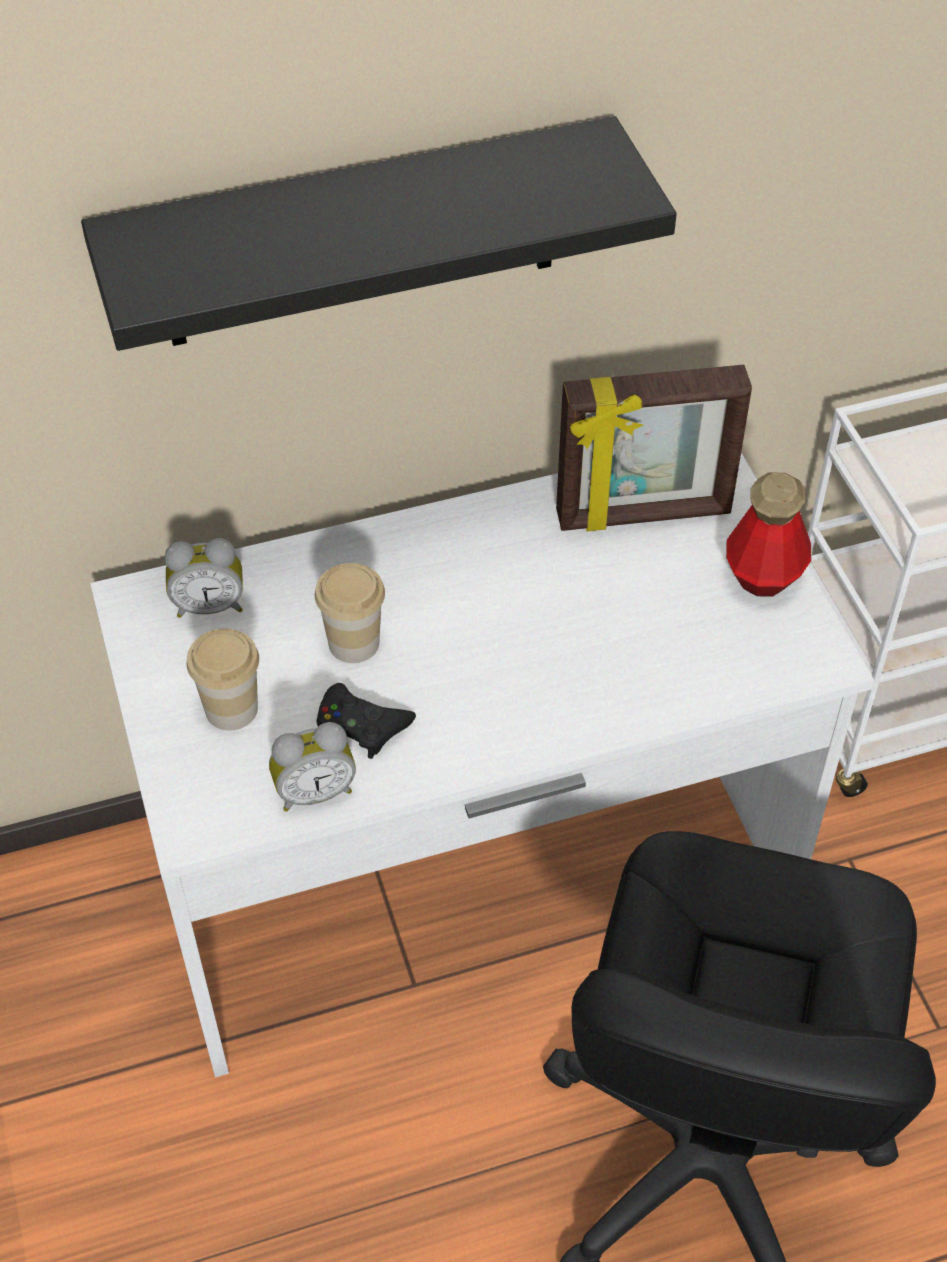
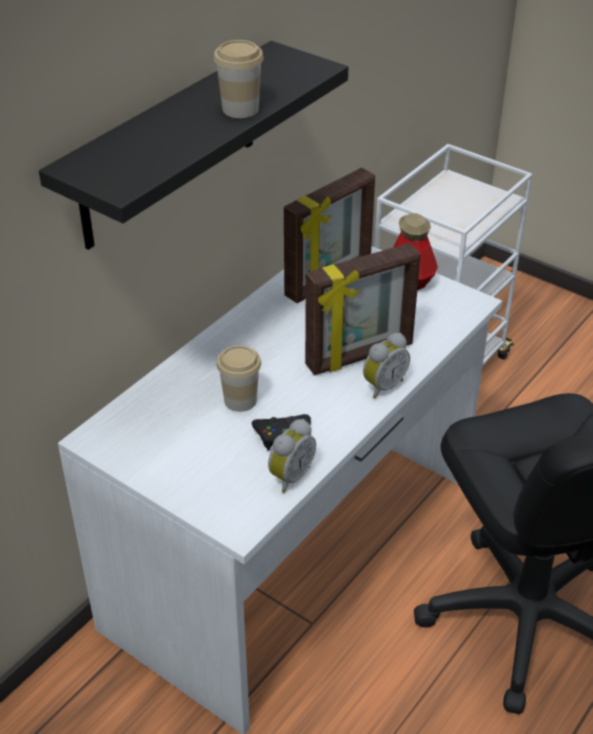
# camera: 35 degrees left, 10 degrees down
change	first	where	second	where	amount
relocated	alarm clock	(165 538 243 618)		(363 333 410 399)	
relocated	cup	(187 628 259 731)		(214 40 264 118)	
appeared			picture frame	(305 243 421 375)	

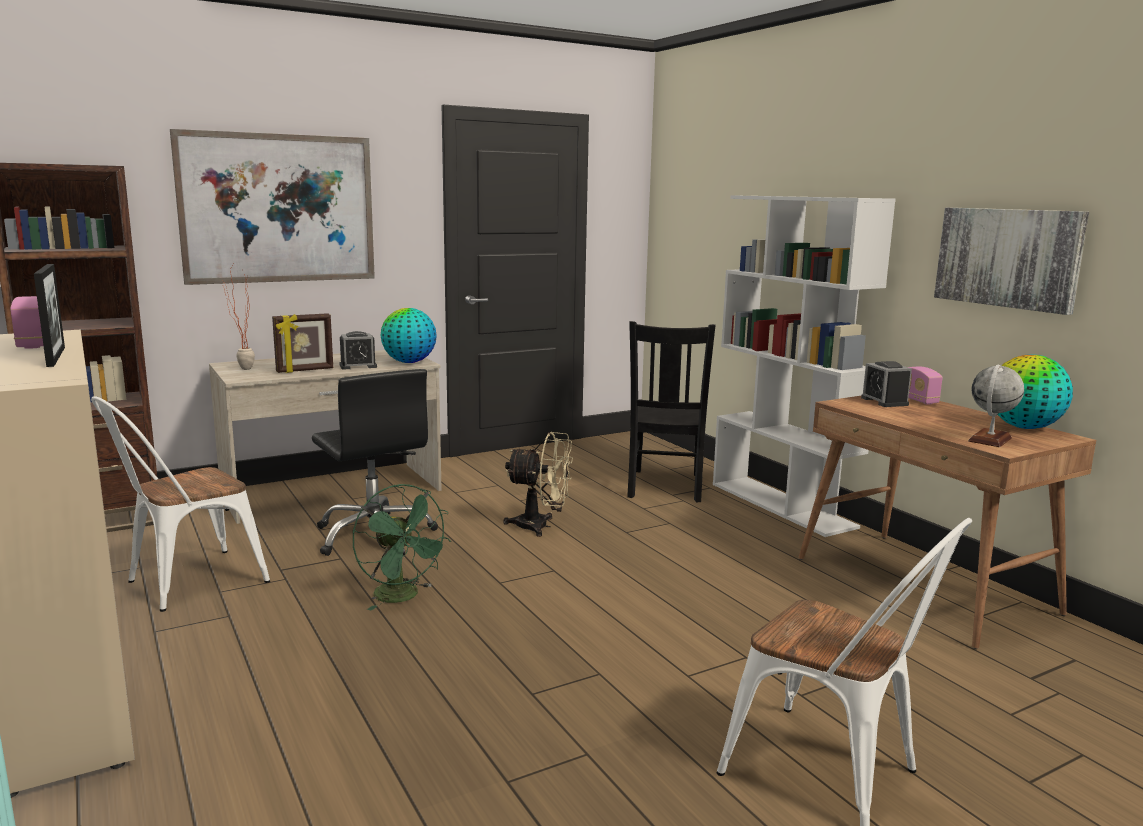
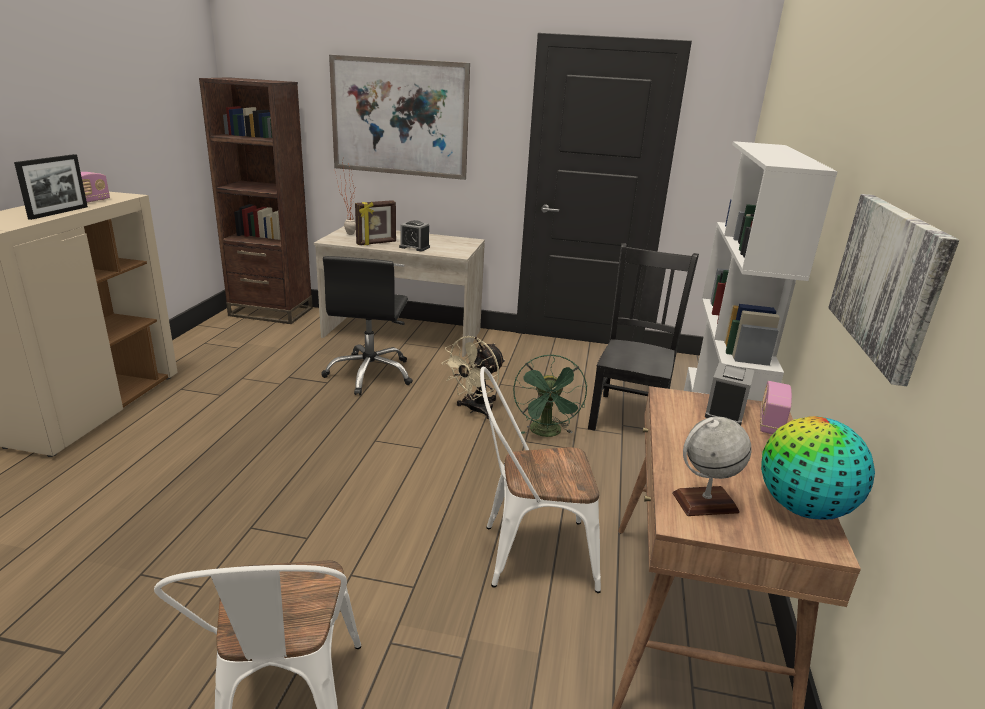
# camera: 40 degrees right, 10 degrees up
change	first	where	second	where	amount
missing	globe	(381 308 437 363)			
spun	picture frame	(272 313 333 373)		(355 200 396 245)	45 degrees counterclockwise
spun	black chair	(627 321 716 502)		(588 243 699 431)	150 degrees clockwise
relocated	white chair	(91 396 270 612)		(480 367 601 593)	
spun	beige fan	(503 432 573 537)		(441 336 505 419)	75 degrees clockwise
relocated	green fan	(353 484 451 610)		(513 354 587 437)	

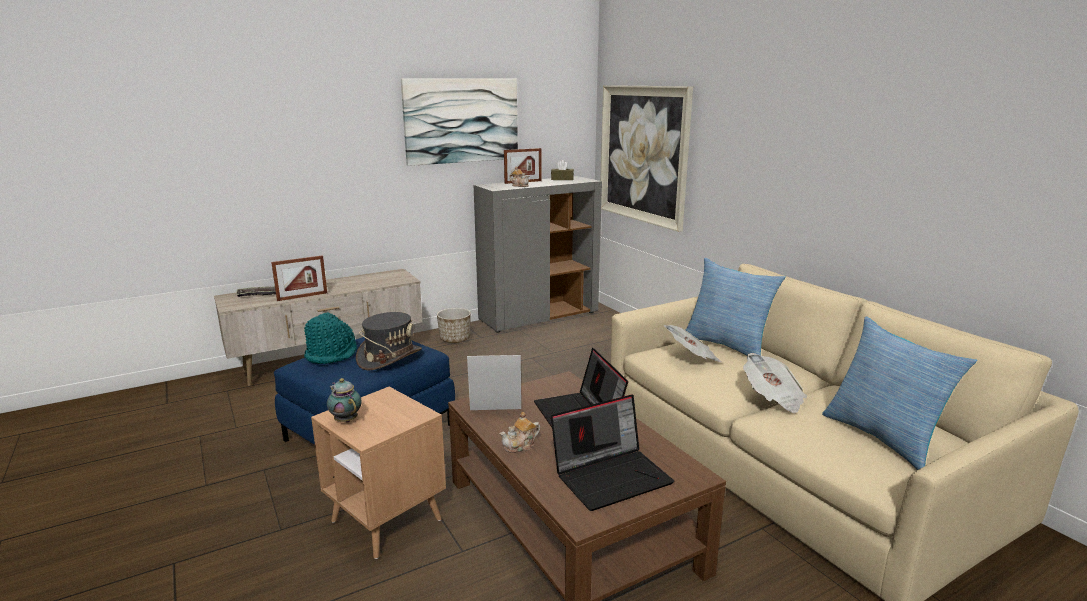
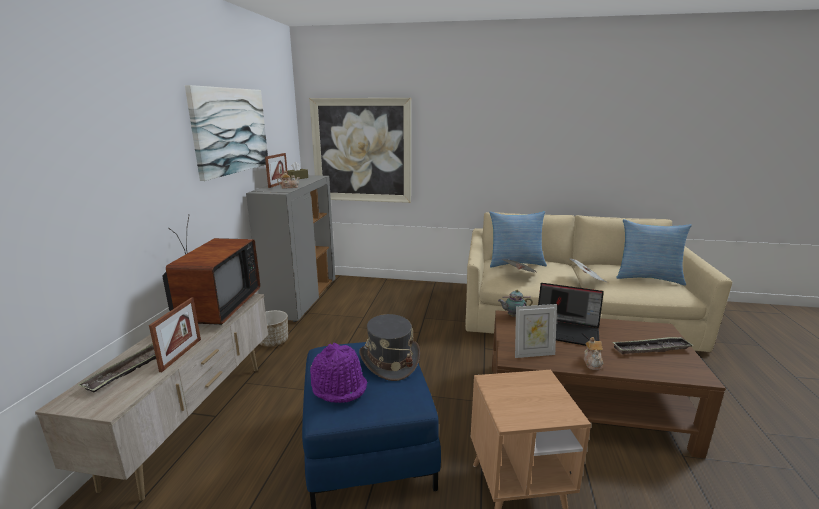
# camera: 50 degrees left, 0 degrees up
change	first	where	second	where	amount
colour	turquoise hat	(304 312 357 364)	purple hat	(310 343 367 403)	
spun	picture frame	(467 355 521 410)		(515 304 557 358)	135 degrees counterclockwise
relocated	teapot	(327 378 362 423)		(498 290 533 317)	
exchanged	laptop	(551 394 674 511)	tray	(613 337 694 354)	
appeared			television	(162 214 260 325)	

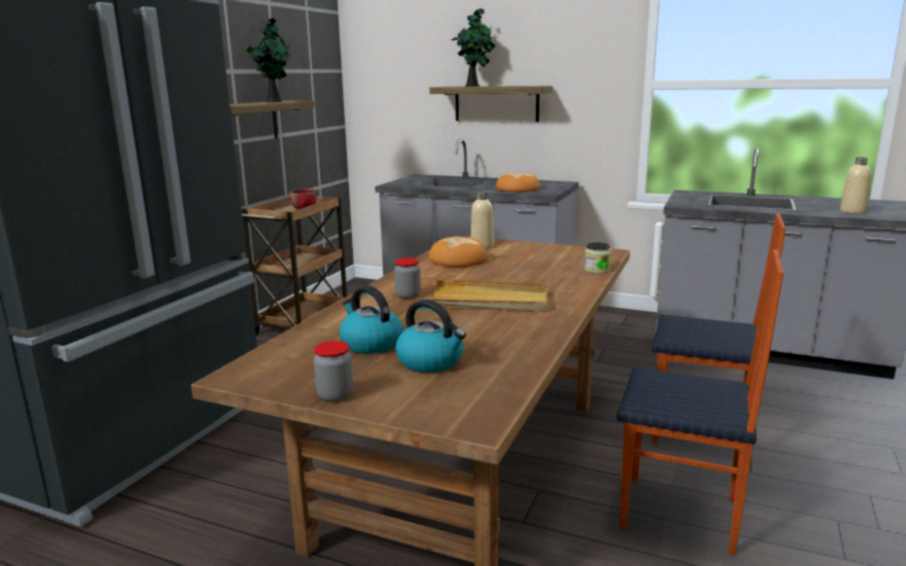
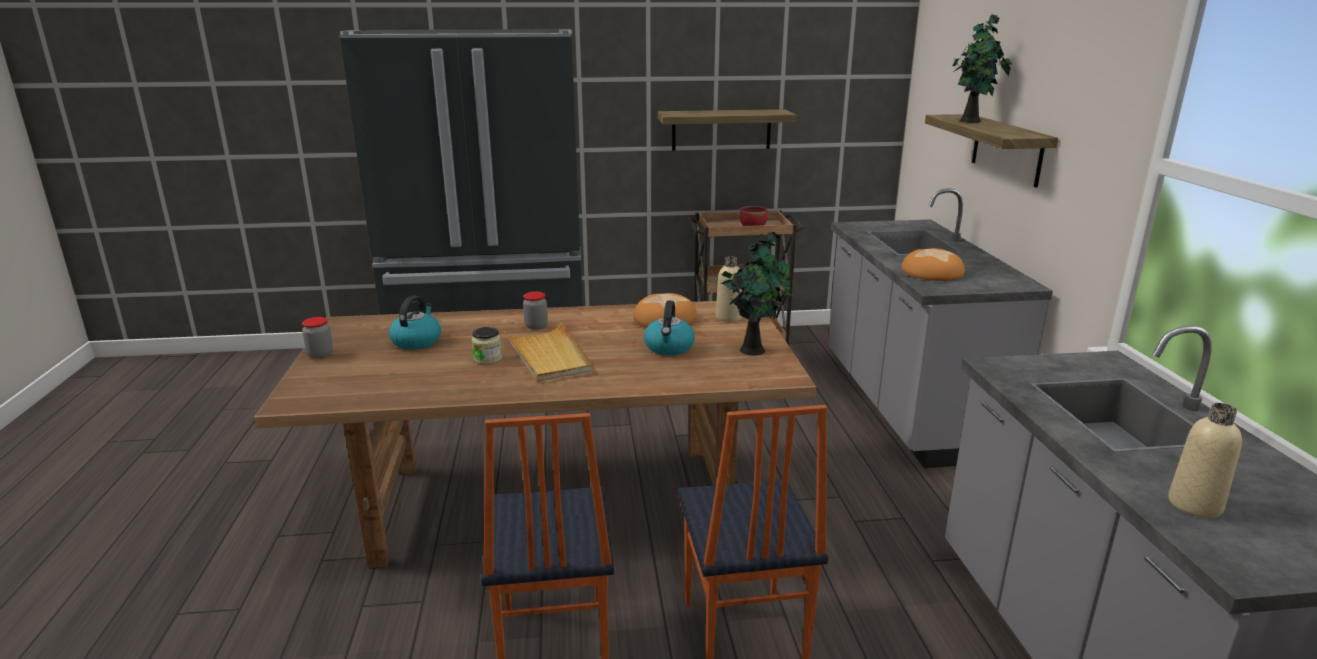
# camera: 60 degrees right, 5 degrees up
change	first	where	second	where	amount
relocated	potted plant	(246 18 291 102)		(721 232 793 356)	
relocated	jar	(584 242 611 274)		(472 327 502 364)	
relocated	kettle	(396 300 466 372)		(644 301 695 355)	

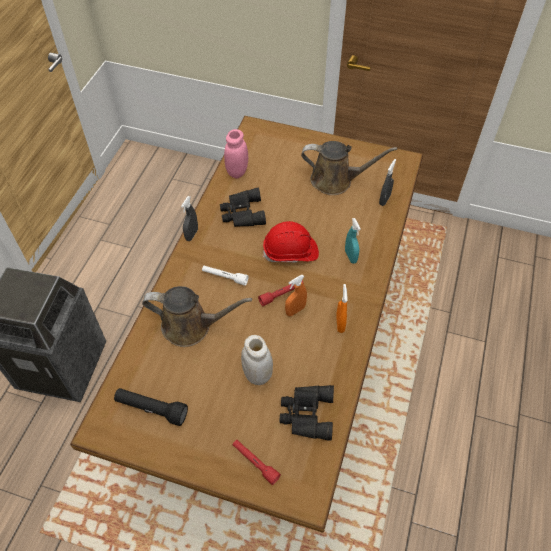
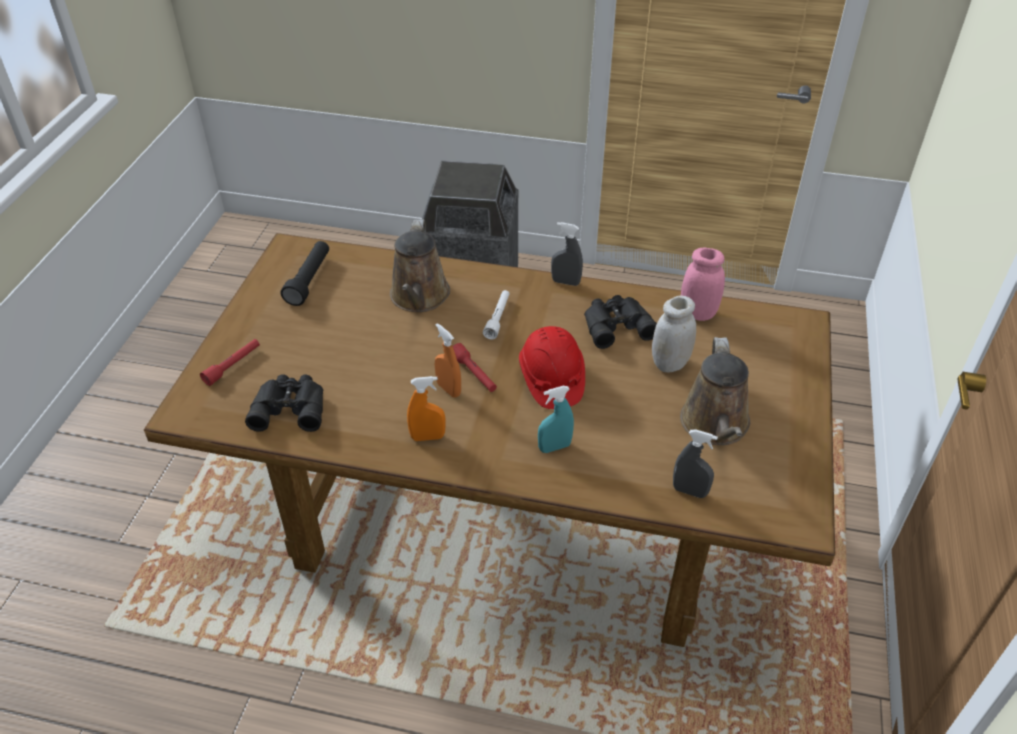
# camera: 85 degrees right, 10 degrees down
change	first	where	second	where	amount
relocated	white jar	(241 335 273 385)		(652 296 696 373)	

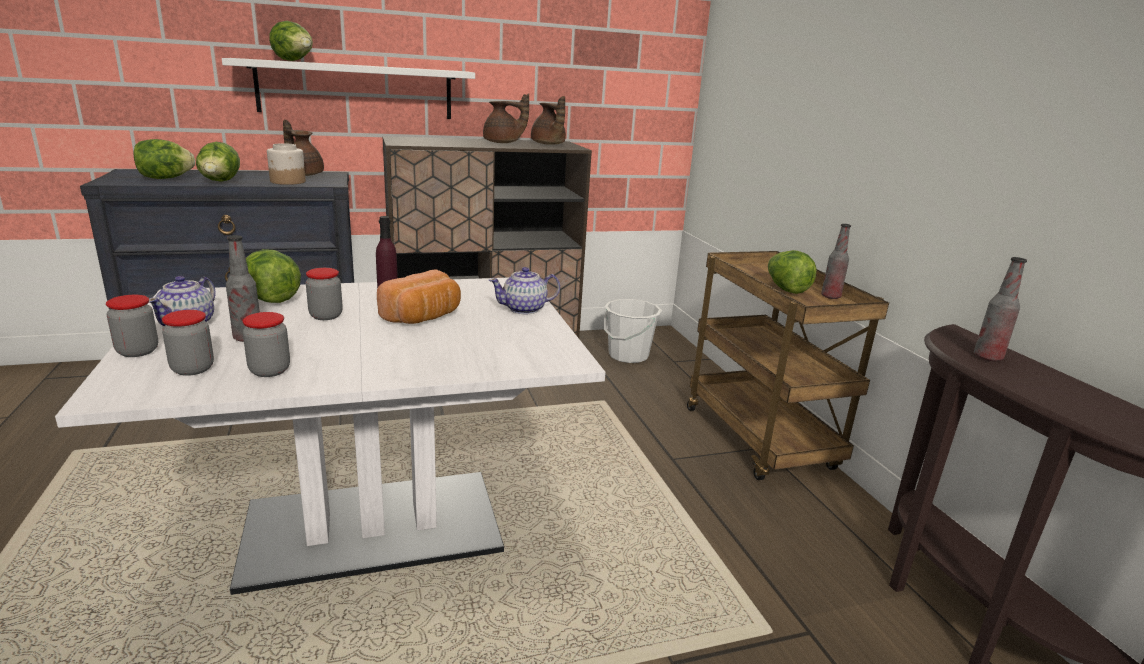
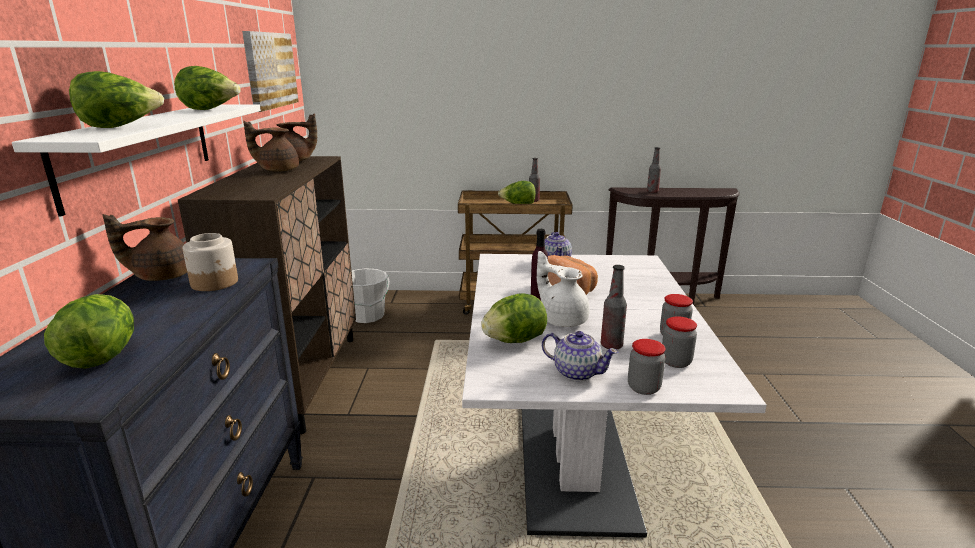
# camera: 70 degrees left, 0 degrees up
change	first	where	second	where	amount
spun	brown teapot	(483 93 529 143)		(243 121 299 171)	135 degrees counterclockwise
relocated	lettuce	(196 142 240 182)		(174 66 241 110)	
exchanged	jar	(306 268 343 320)	white teapot	(537 251 590 327)	
appeared			picture	(242 31 299 112)	

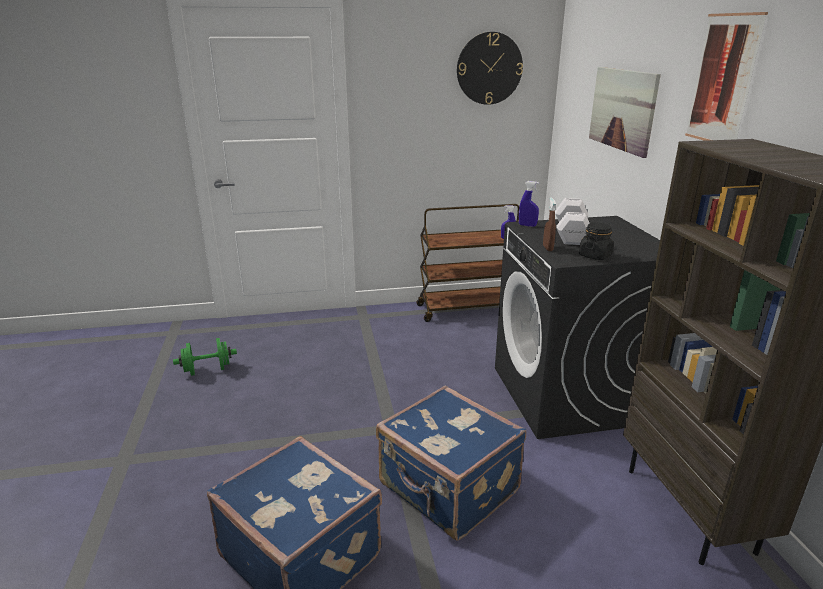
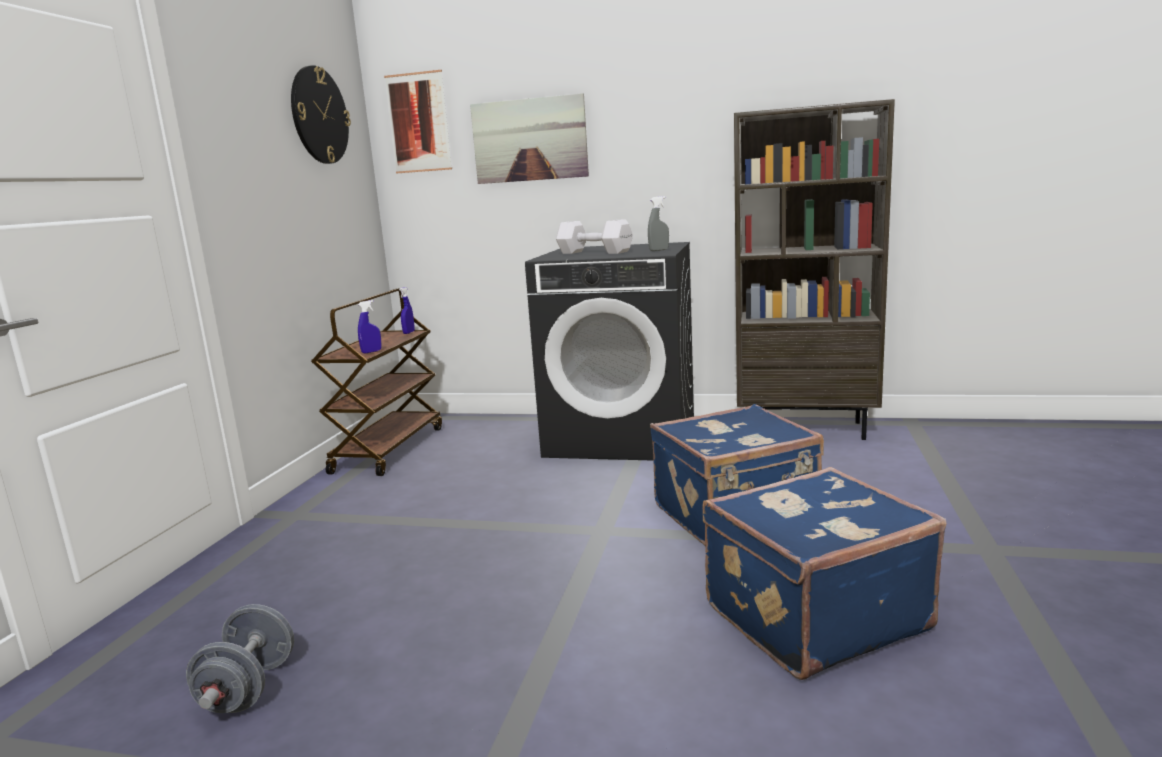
# camera: 65 degrees left, 10 degrees down
change	first	where	second	where	amount
relocated	picture	(685 12 768 141)		(384 70 452 173)	
relocated	blue spray bottle	(519 181 539 227)		(358 300 382 354)	
missing	brown spray bottle	(543 197 556 251)			
exchanged	black jar	(579 222 614 260)	grey spray bottle	(648 196 669 251)	
colour	green dumbbell	(173 338 237 376)	grey dumbbell	(186 604 294 713)	

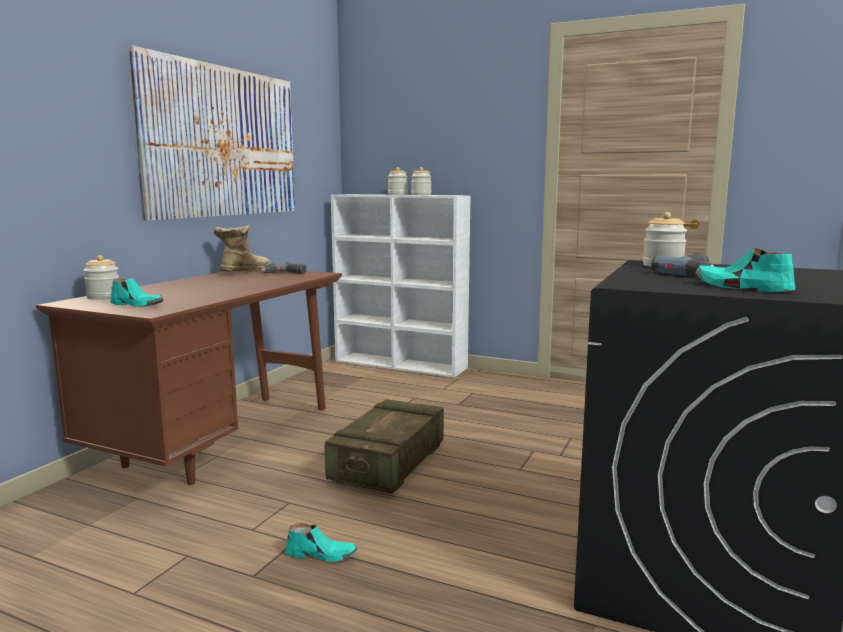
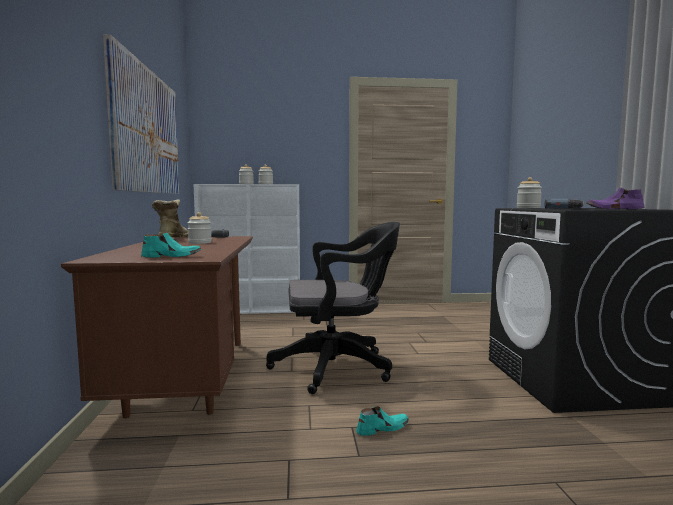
# camera: 30 degrees left, 5 degrees down
change	first	where	second	where	amount
colour	turquoise shoe	(695 248 795 292)	purple shoe	(587 188 644 210)	
relocated	jar	(83 255 119 300)		(188 212 212 244)	
exchanged	crate	(325 399 444 494)	black office chair	(266 222 400 394)	

